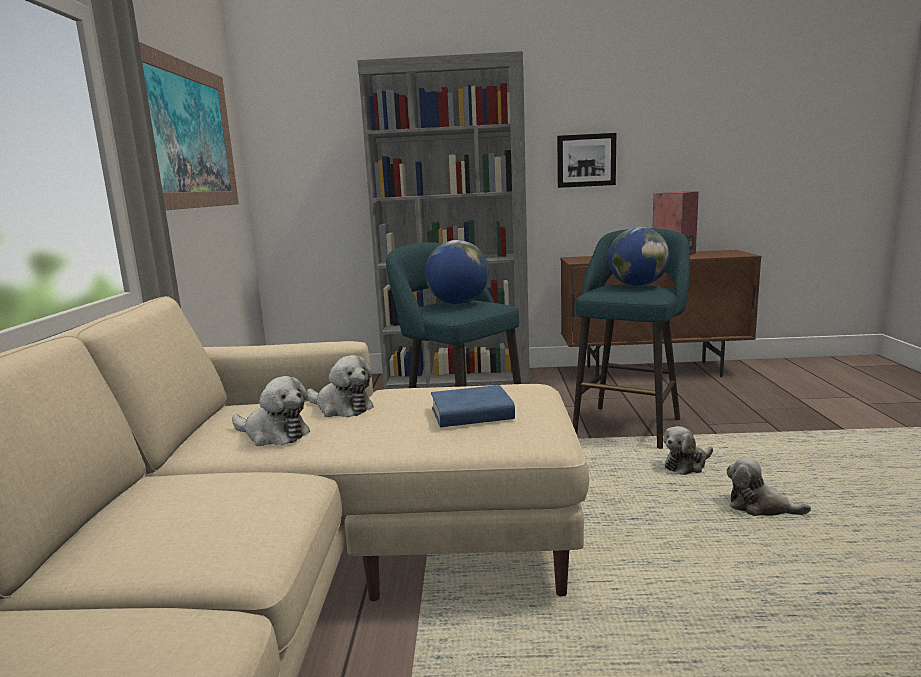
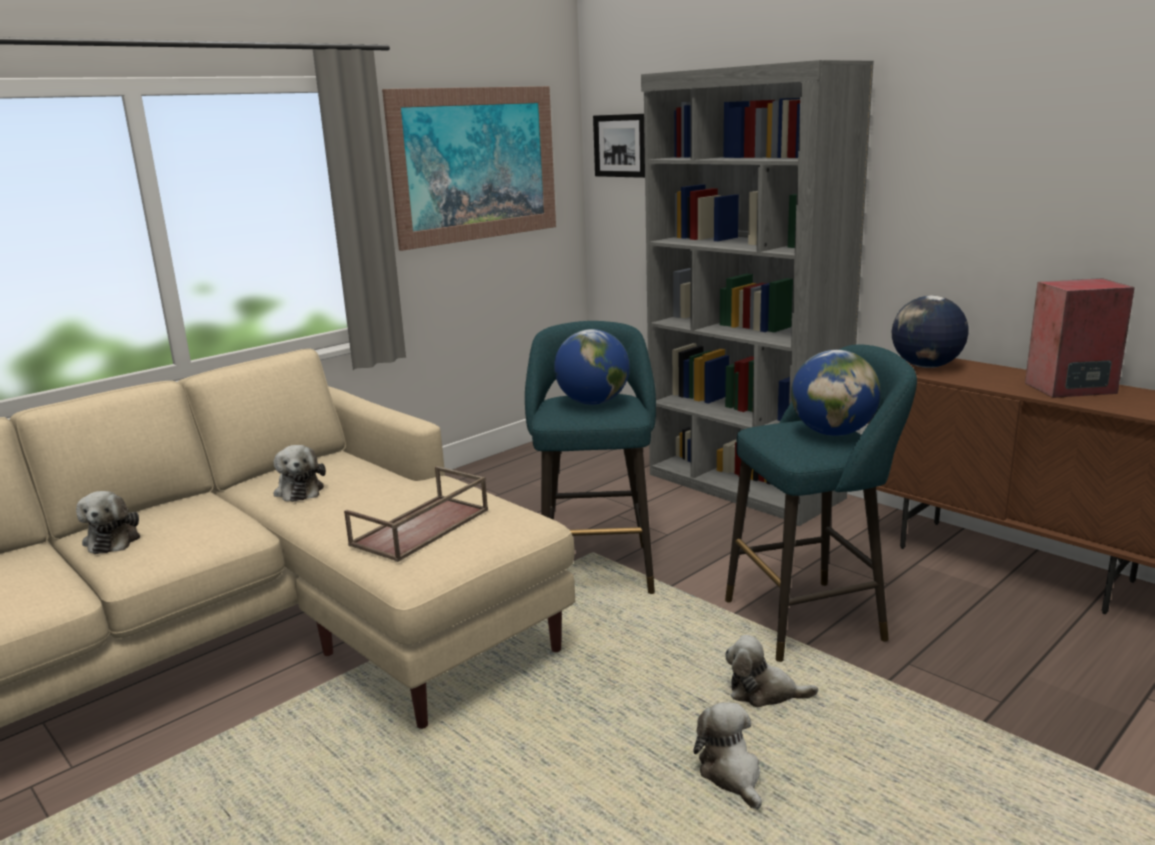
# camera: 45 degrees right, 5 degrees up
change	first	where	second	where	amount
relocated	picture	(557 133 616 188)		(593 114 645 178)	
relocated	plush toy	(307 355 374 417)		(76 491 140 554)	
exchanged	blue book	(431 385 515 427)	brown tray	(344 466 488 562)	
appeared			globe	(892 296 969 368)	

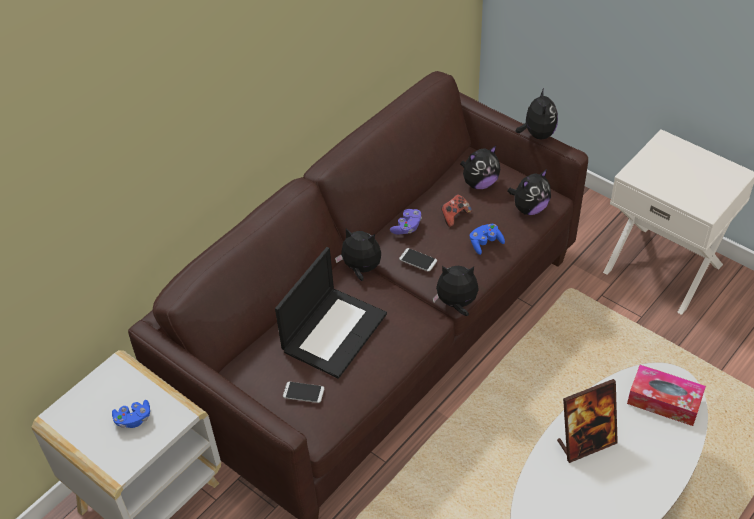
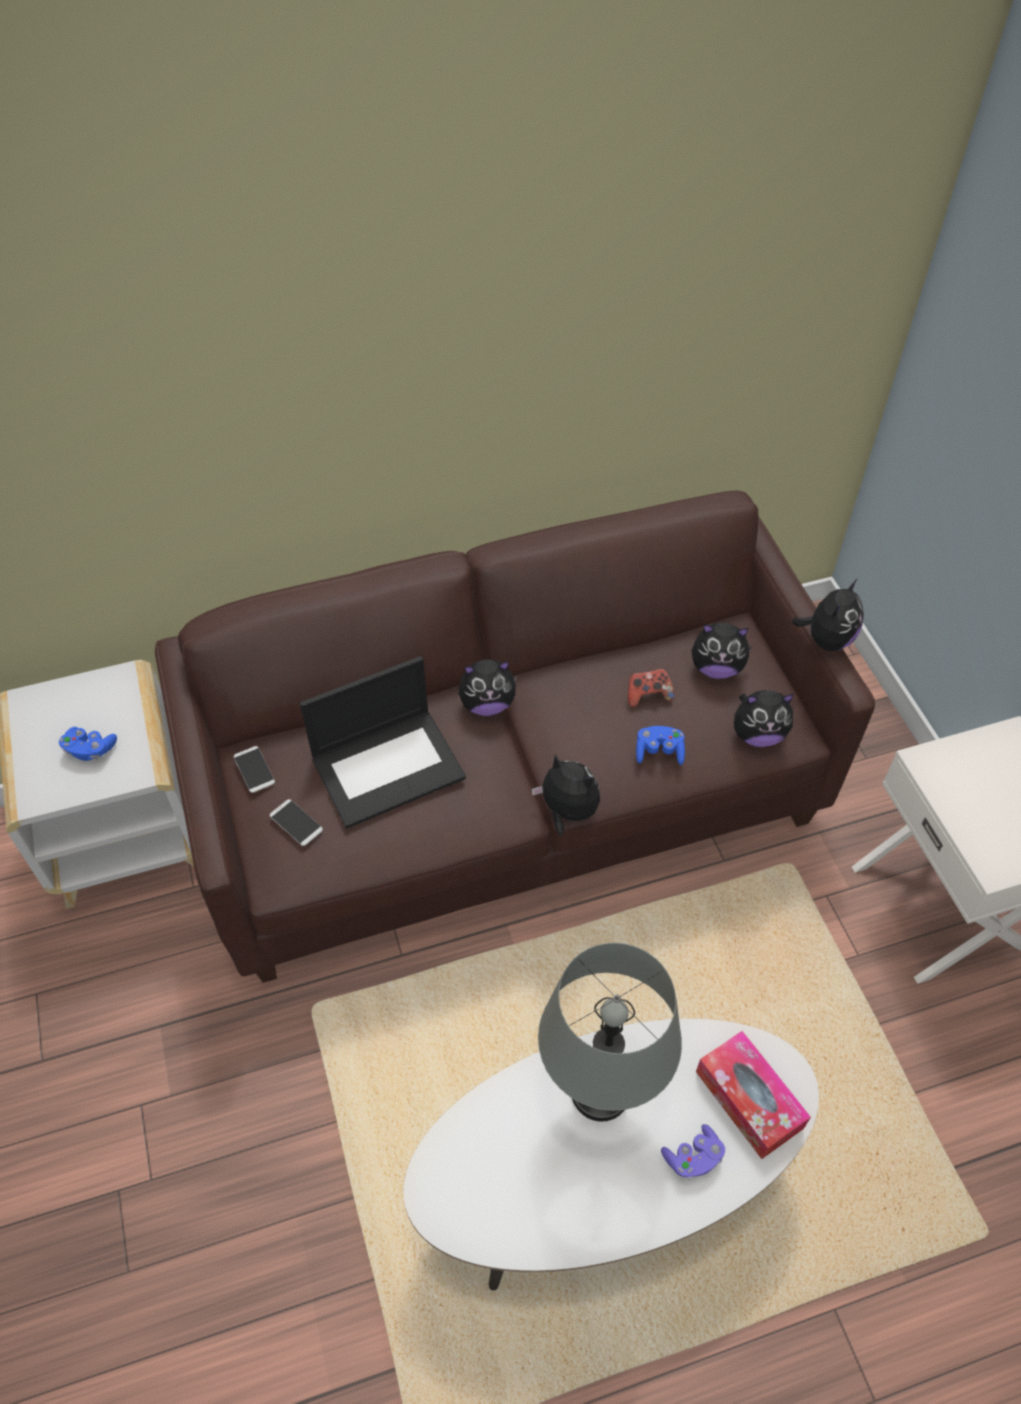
# camera: 30 degrees right, 5 degrees up
change	first	where	second	where	amount
relocated	purple game controller	(390 209 422 235)		(661 1124 725 1179)	
spun	plush toy	(335 228 381 281)		(459 660 518 716)	120 degrees clockwise
relocated	phone	(399 248 437 272)		(234 746 275 793)	
exchanged	picture frame	(557 379 618 463)	grey table lamp	(538 943 682 1122)	

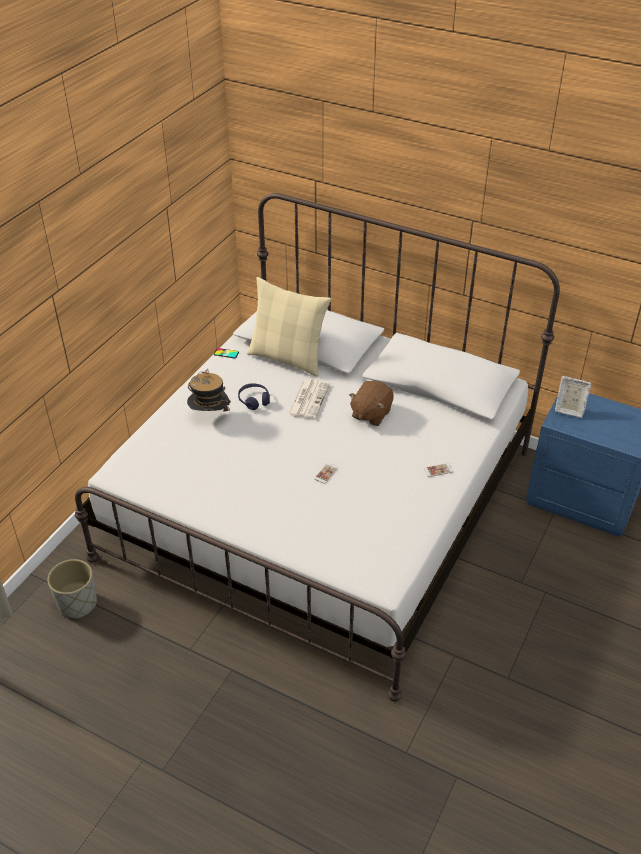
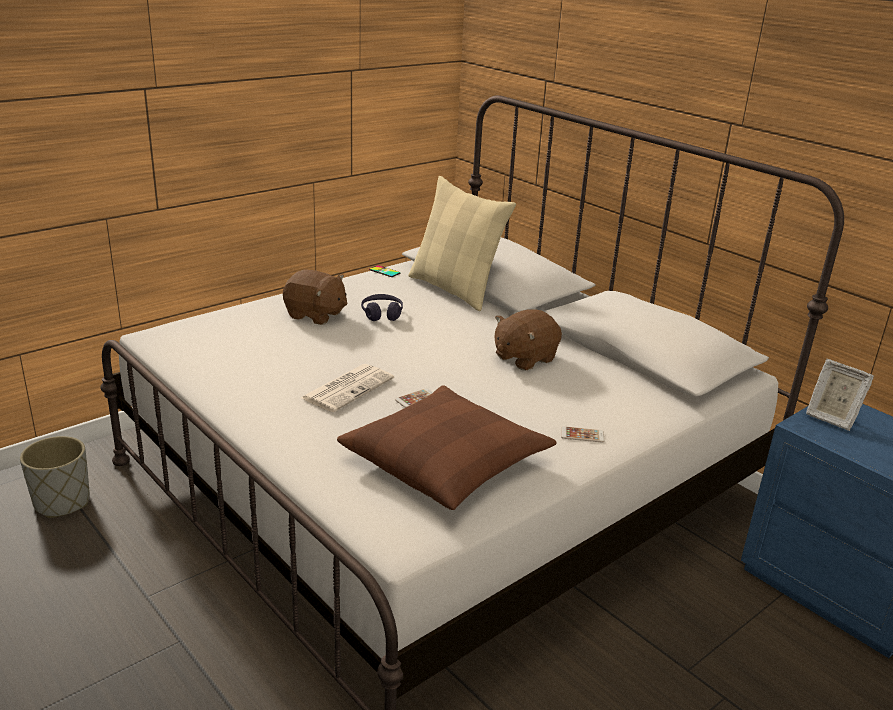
# camera: 20 degrees right, 15 degrees down
change	first	where	second	where	amount
exchanged	hat	(187 369 231 412)	brown plush toy	(283 269 348 325)	
relocated	newspaper	(288 379 330 419)		(301 364 394 412)	
appeared			brown pillow	(337 385 557 510)	

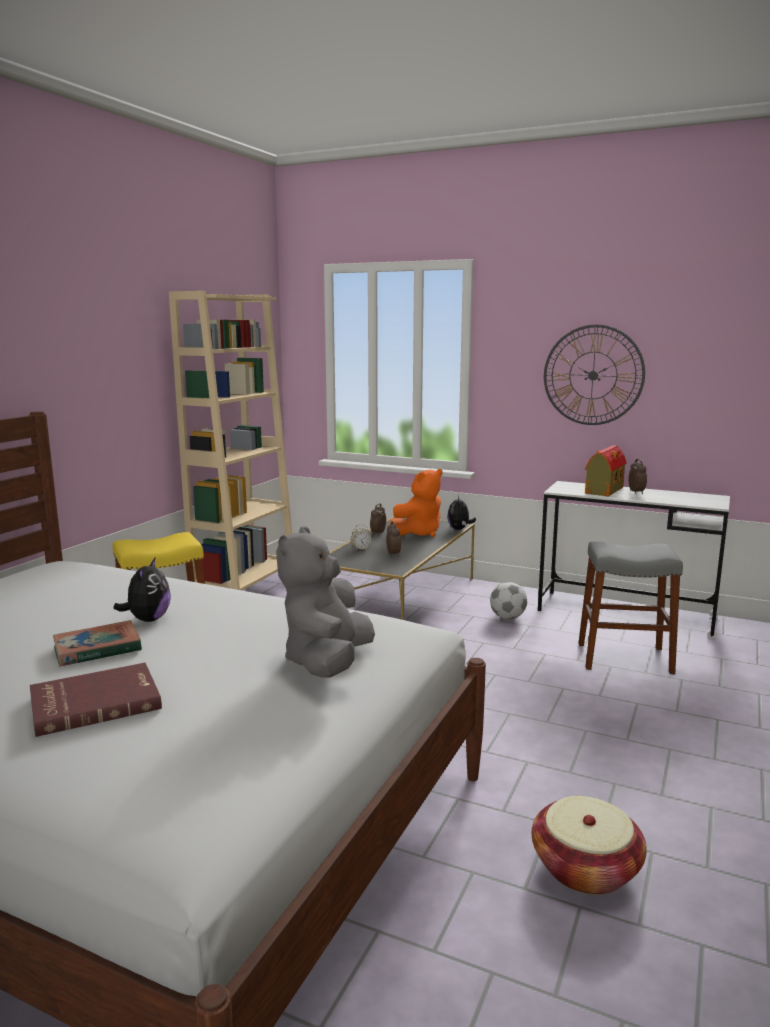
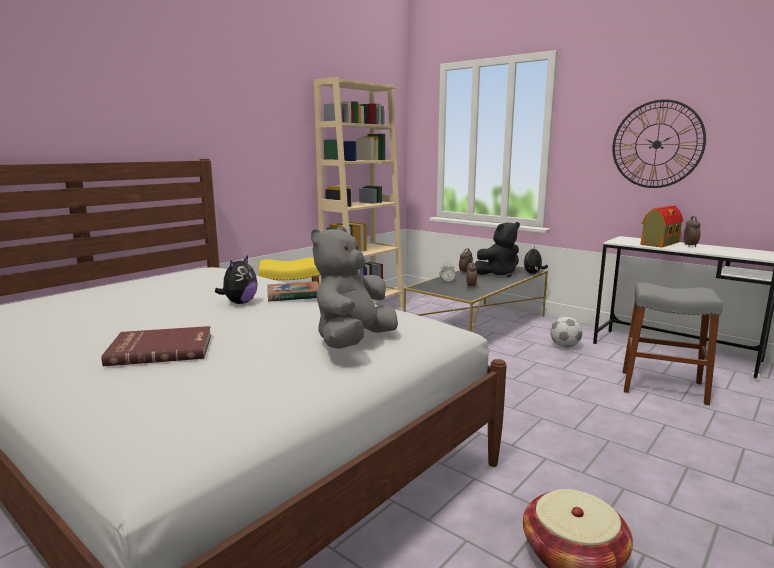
# camera: 15 degrees right, 0 degrees up
change	first	where	second	where	amount
colour	orange plush toy	(390 469 442 537)	black plush toy	(475 222 520 277)	
relocated	book	(53 620 142 667)		(267 281 319 302)	

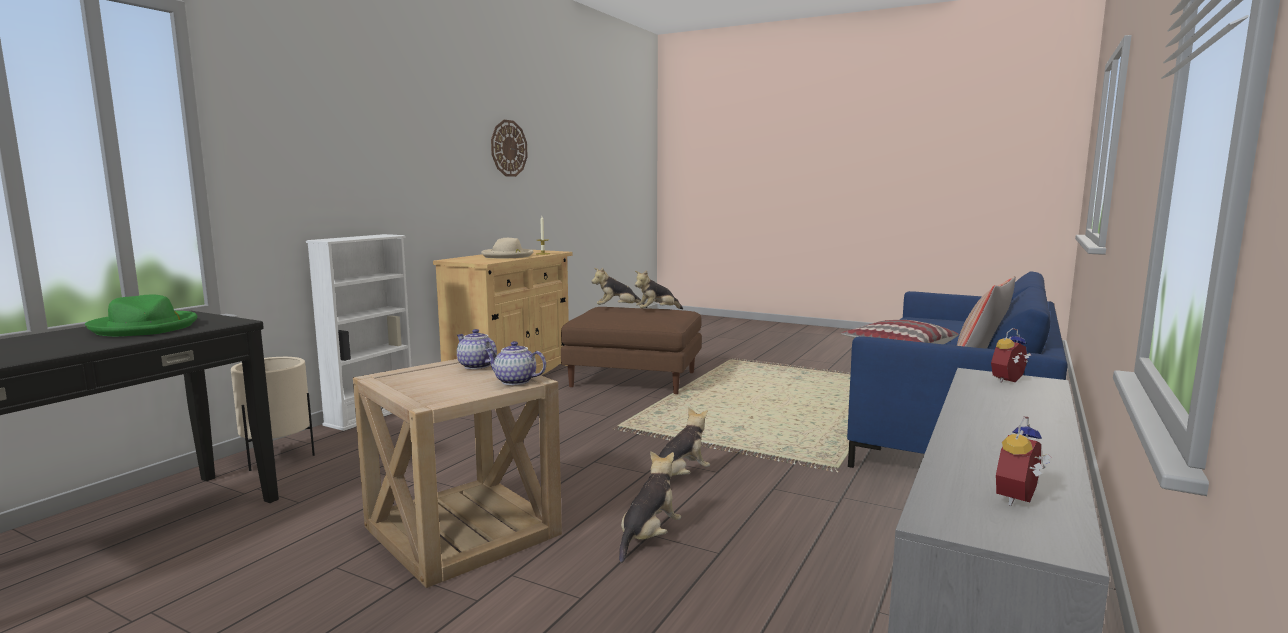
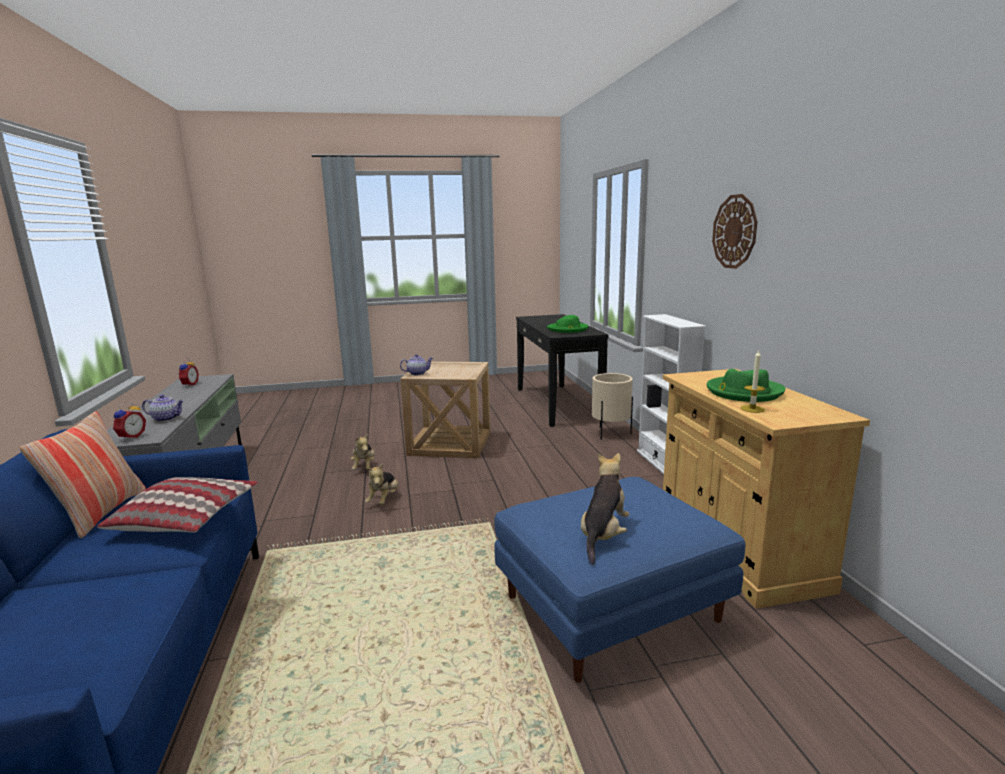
# camera: 140 degrees right, 5 degrees up
change	first	where	second	where	amount
relocated	wall clock	(491 120 528 177)		(712 194 757 269)	
colour	beige hat	(481 238 533 258)	green hat	(707 369 786 402)	
missing	plush toy	(592 268 647 308)			
colour	brown ottoman	(561 307 702 394)	blue ottoman	(494 477 745 683)	
relocated	teapot	(457 329 497 369)		(142 395 184 422)	

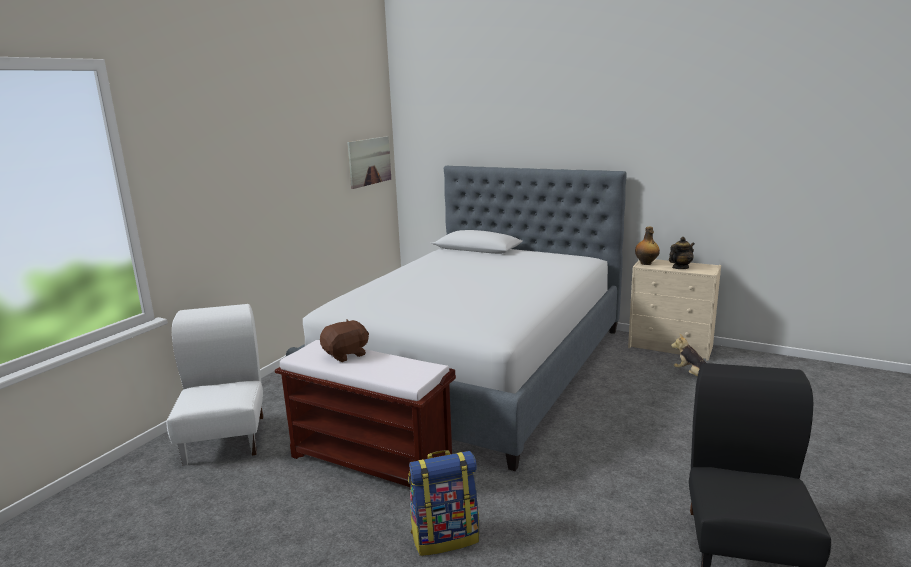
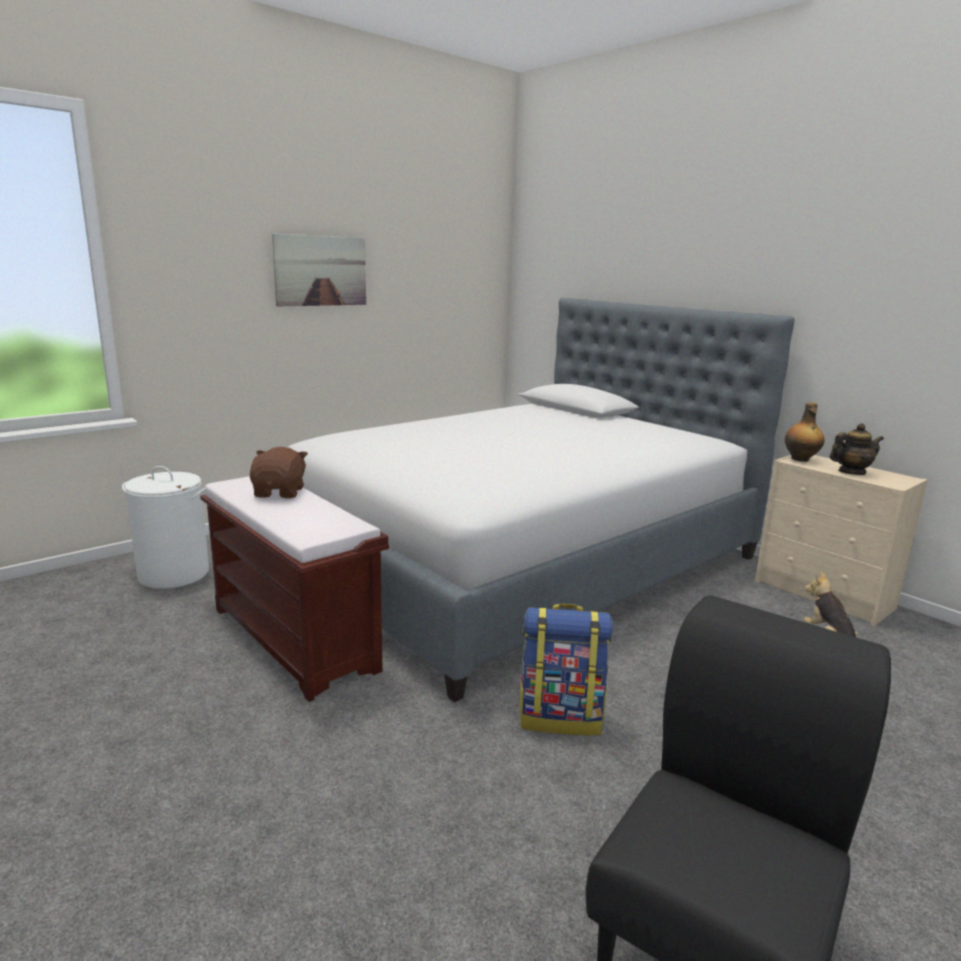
# camera: 20 degrees right, 0 degrees up
change	first	where	second	where	amount
relocated	picture	(347 136 391 189)		(272 234 366 306)	
exchanged	white chair	(166 304 263 466)	white laundry basket	(122 466 209 589)	
spun	brown plush toy	(320 320 369 362)		(250 447 308 498)	75 degrees counterclockwise
relocated	backpack	(408 450 479 556)		(520 604 613 735)	

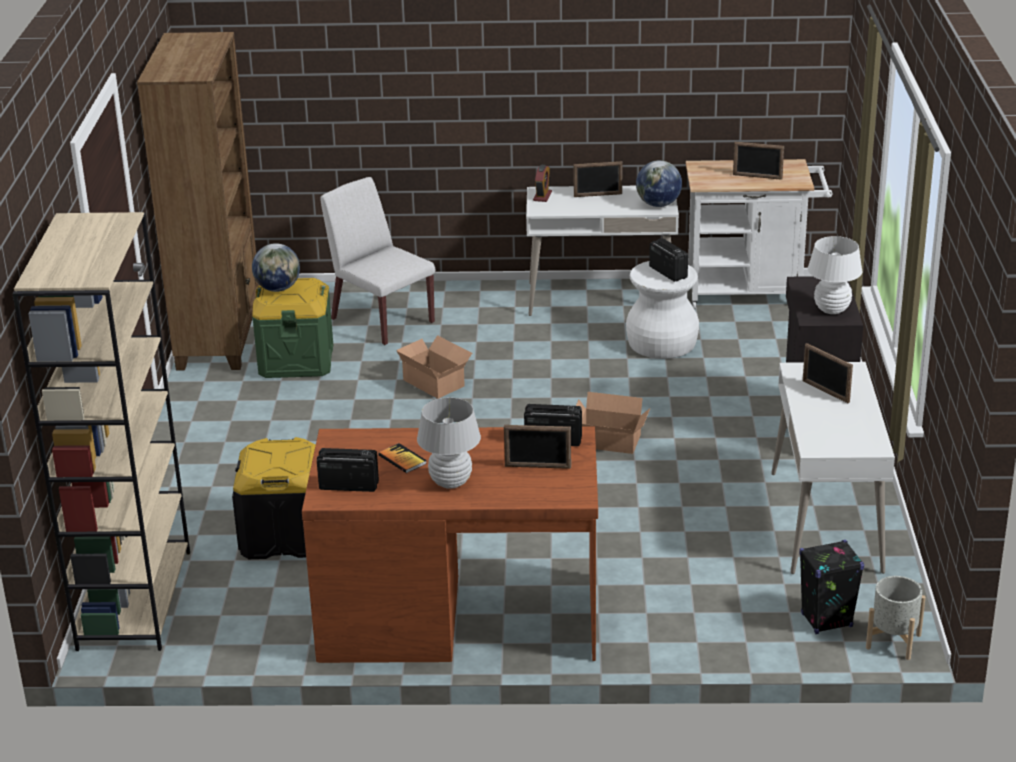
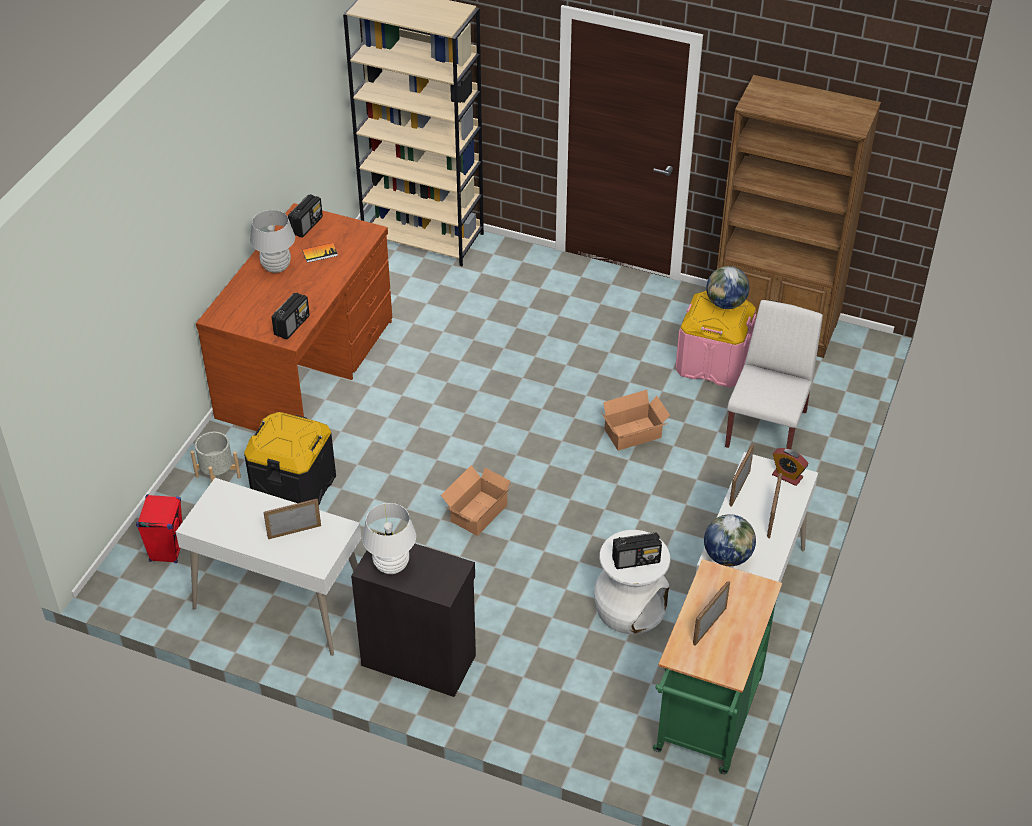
# camera: 110 degrees right, 15 degrees up
change	first	where	second	where	amount
colour	white cart	(686 159 832 309)	green cart	(653 559 782 775)	
spun	white chair	(320 177 436 345)		(725 300 823 449)	45 degrees counterclockwise
colour	green storage box	(252 278 333 378)	pink storage box	(676 291 756 388)	
relocated	picture frame	(504 425 571 469)		(729 445 754 507)	
relocated	black storage box	(232 437 316 559)		(244 412 336 505)	
colour	black speaker	(799 540 864 634)	red speaker	(136 494 182 563)	
relocated	grey planter	(866 576 926 660)		(191 432 241 482)	

